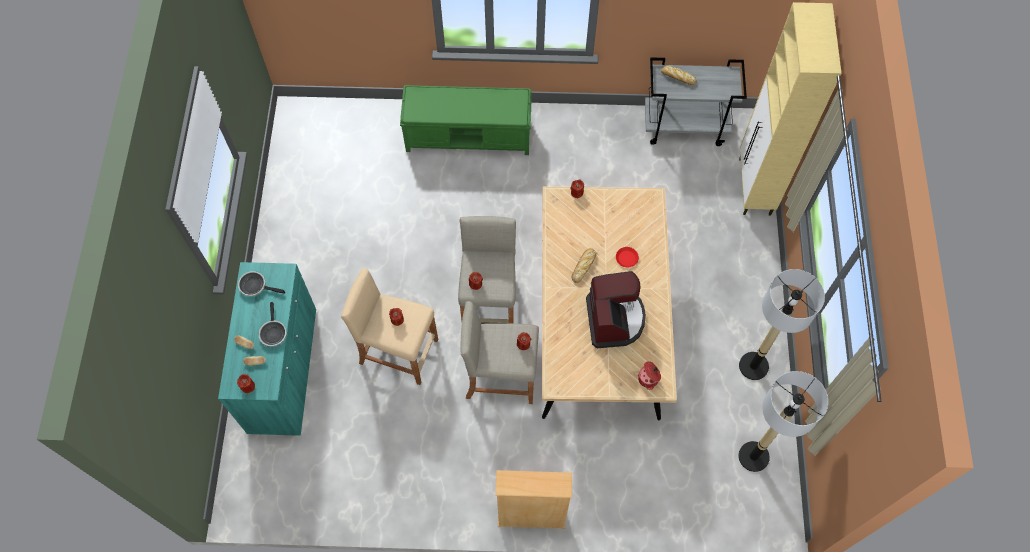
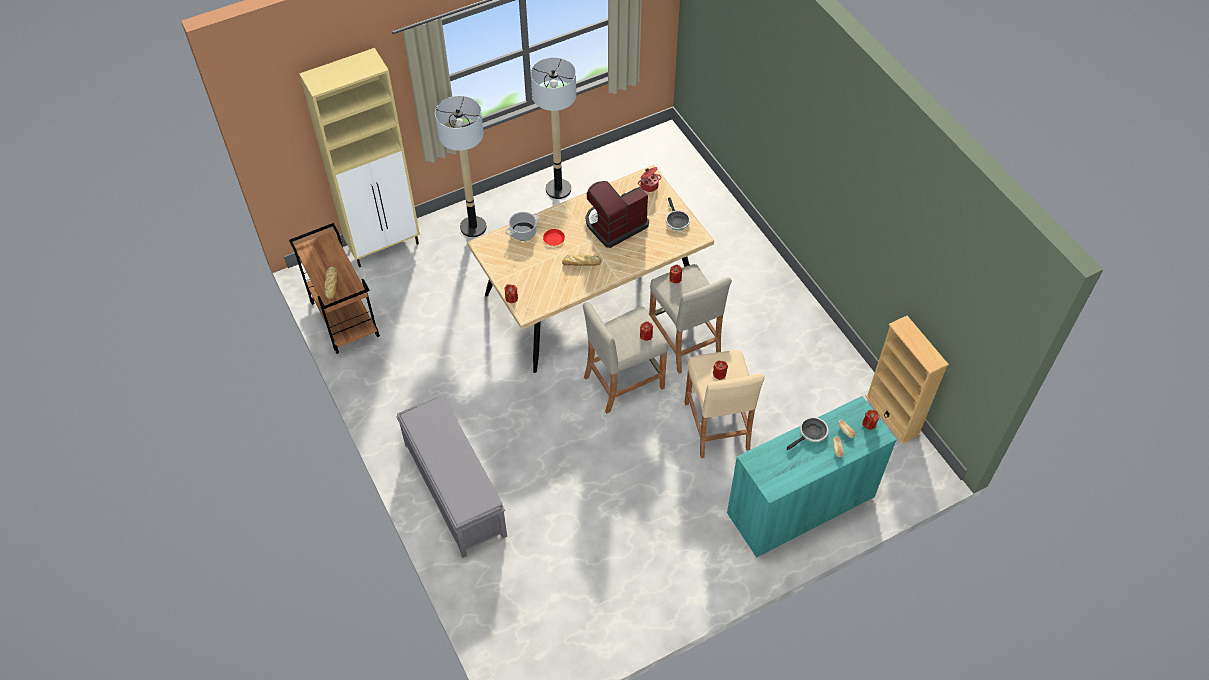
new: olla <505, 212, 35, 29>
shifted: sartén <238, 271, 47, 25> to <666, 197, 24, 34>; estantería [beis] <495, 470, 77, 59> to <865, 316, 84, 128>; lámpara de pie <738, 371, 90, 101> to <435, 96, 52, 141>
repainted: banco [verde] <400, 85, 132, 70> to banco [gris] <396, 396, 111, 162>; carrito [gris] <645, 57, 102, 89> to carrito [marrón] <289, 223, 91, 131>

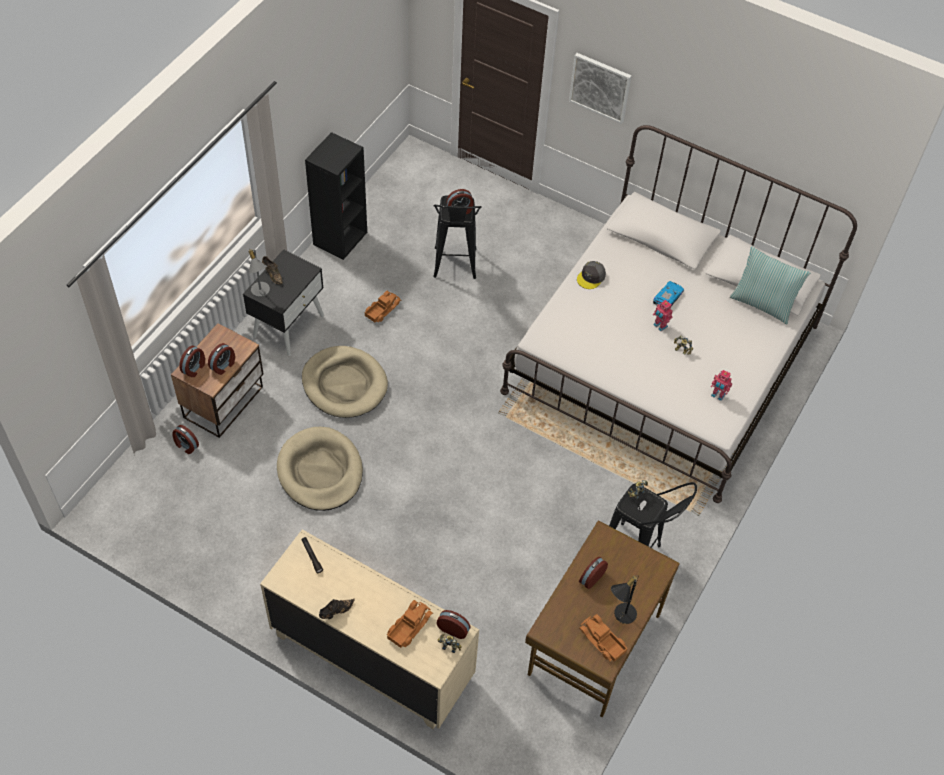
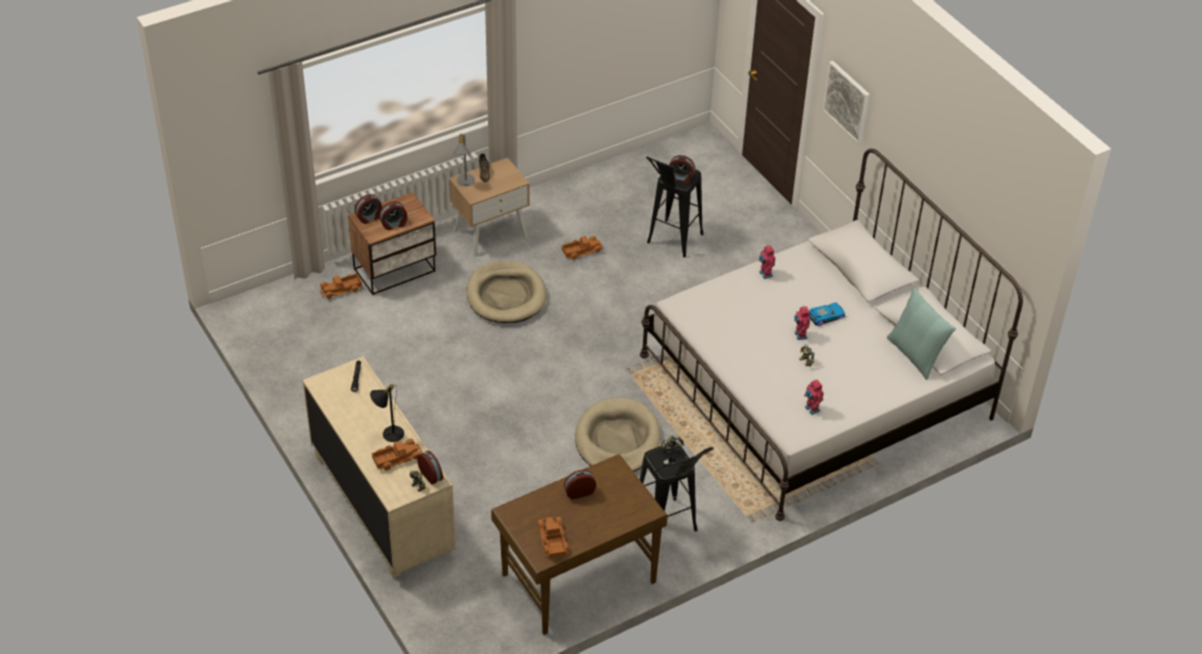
gone: estantería [negro] <305, 132, 62, 128>; zapato [negro] <319, 598, 36, 21>
shifted: cama para perro [beis] <277, 427, 86, 84> to <575, 398, 86, 74>; lámpara de mesa [negro] <611, 575, 27, 49> to <370, 384, 34, 58>
swapped: despertador <172, 425, 27, 29> to camión de juguete <319, 273, 43, 26>; gorra [gris] <577, 261, 29, 28> to robot de juguete <758, 245, 17, 34>
repainted: mesita de noche [negro] <243, 249, 81, 107> to mesita de noche [beis] <449, 157, 81, 100>

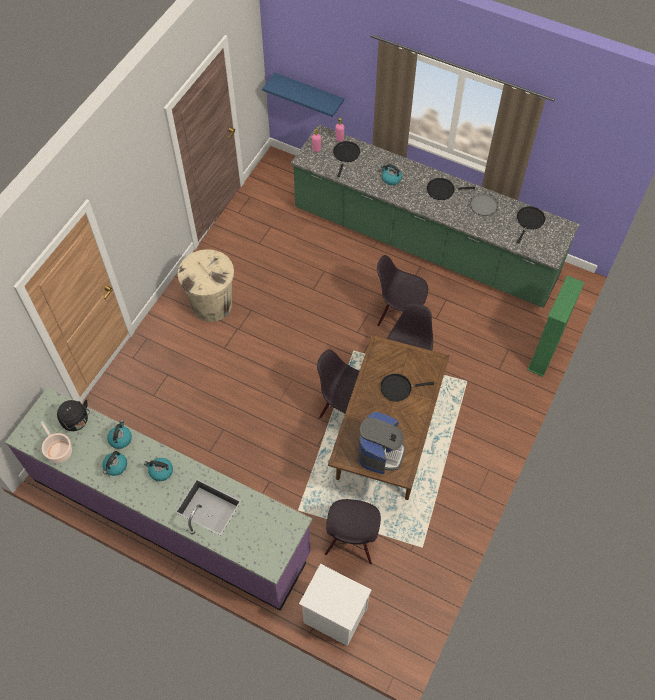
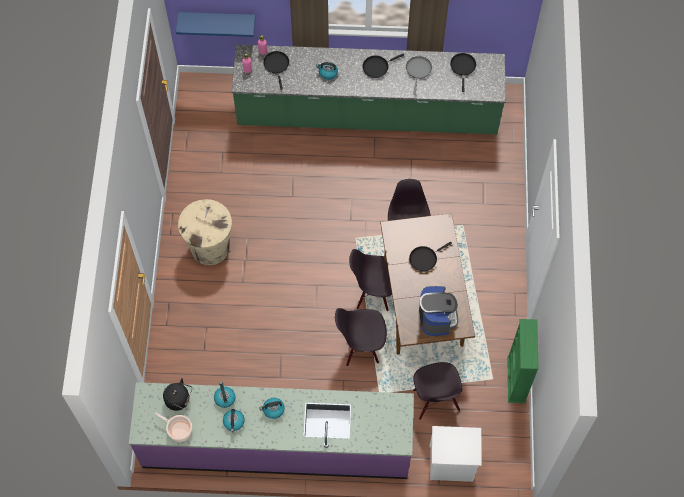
shifted: silla [negro] <377, 255, 51, 71> to <335, 308, 52, 59>; estantería [verde] <527, 276, 57, 101> to <507, 319, 32, 84>

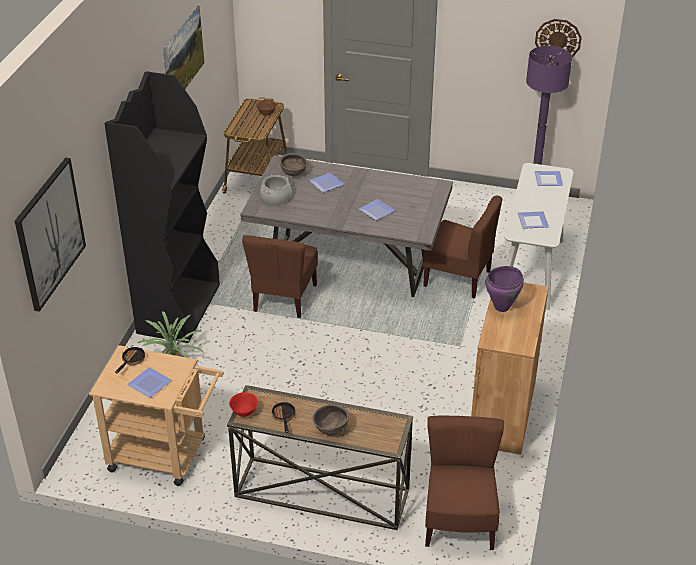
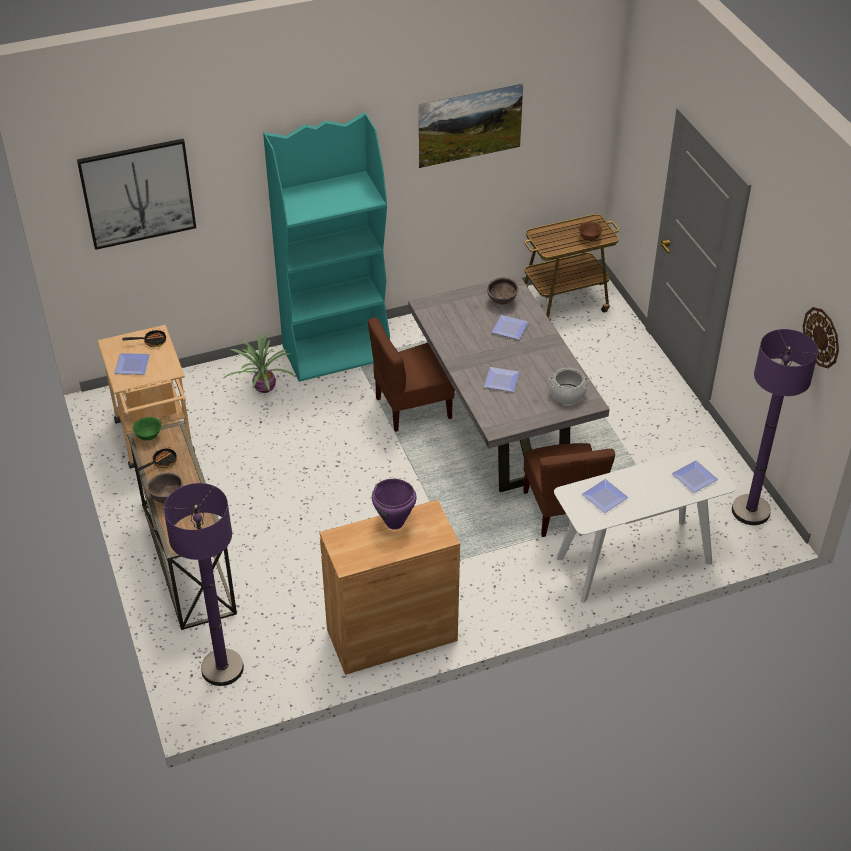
shifted: olla <261, 175, 30, 30> to <548, 368, 42, 37>
swapped: silla [marrón] <425, 416, 79, 134> to lámpara de pie [morado] <164, 483, 80, 203>
repainted: estantería [negro] <104, 71, 116, 272> to estantería [turquesa] <263, 112, 127, 270>; cuenco [rojo] <229, 392, 29, 25> to cuenco [verde] <132, 417, 30, 24>

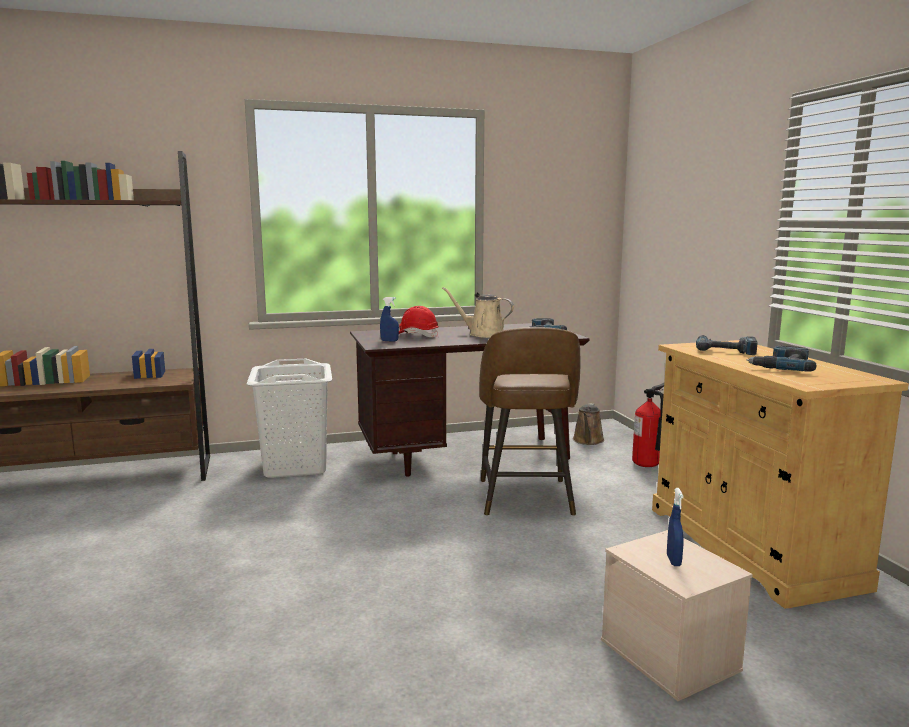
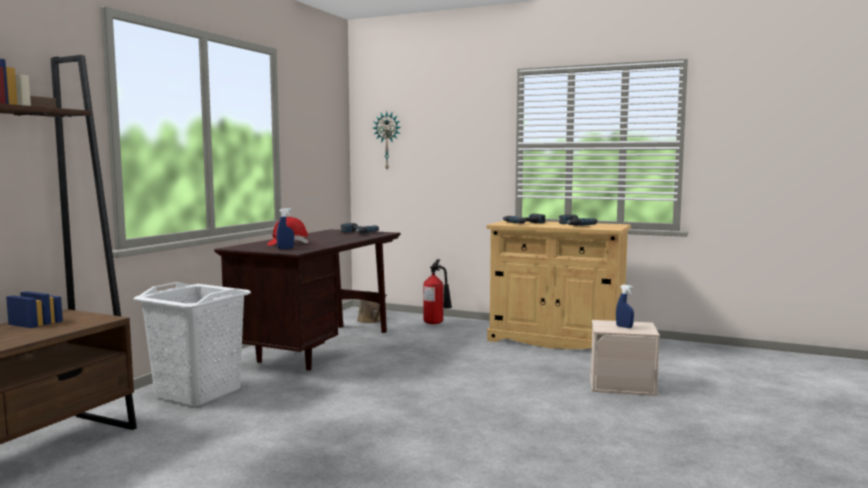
gone: regadera [beis] <442, 287, 72, 51>; taburete [marrón] <479, 327, 101, 189>
new: reloj de pared <373, 111, 28, 58>

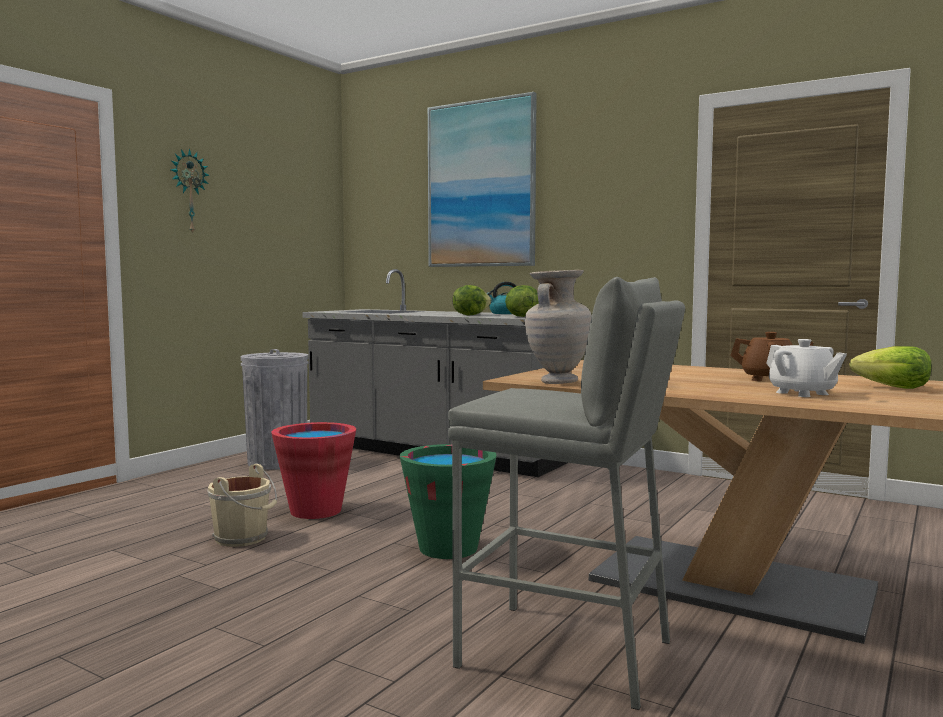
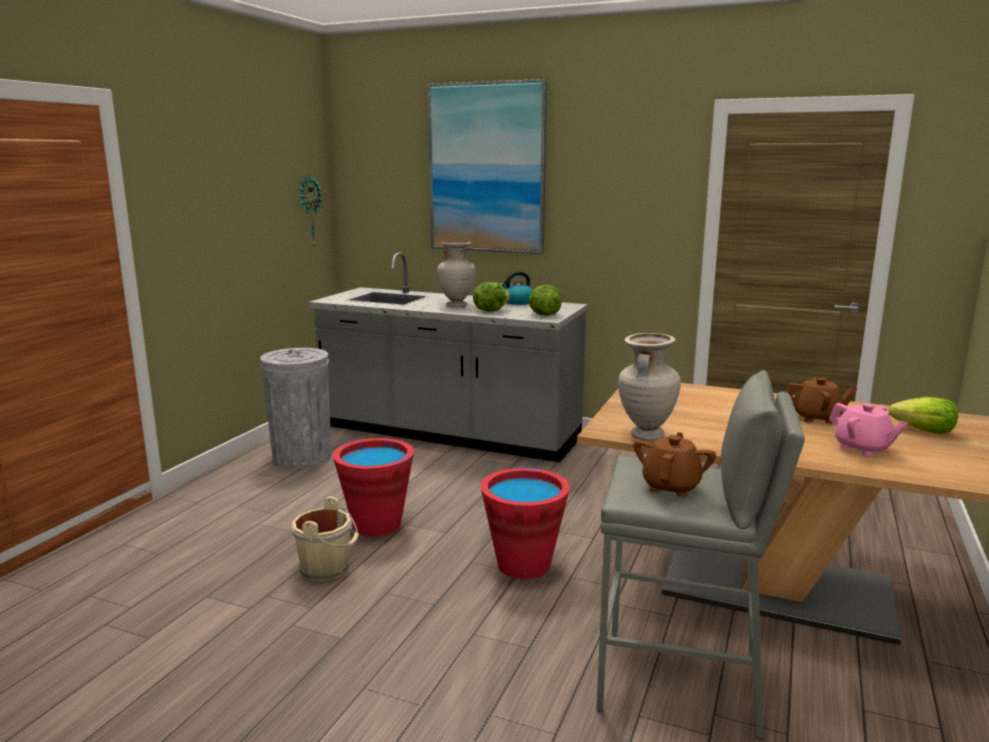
new: florero [beis] <437, 242, 39, 65>; tetera [marrón] <633, 432, 83, 65>
shifted: reloj de pared <170, 148, 39, 87> to <298, 174, 25, 75>
repainted: cubo [verde] <400, 444, 97, 115> to cubo [rojo] <481, 468, 89, 111>; tetera [blanco] <766, 339, 81, 58> to tetera [rosa] <829, 403, 79, 53>

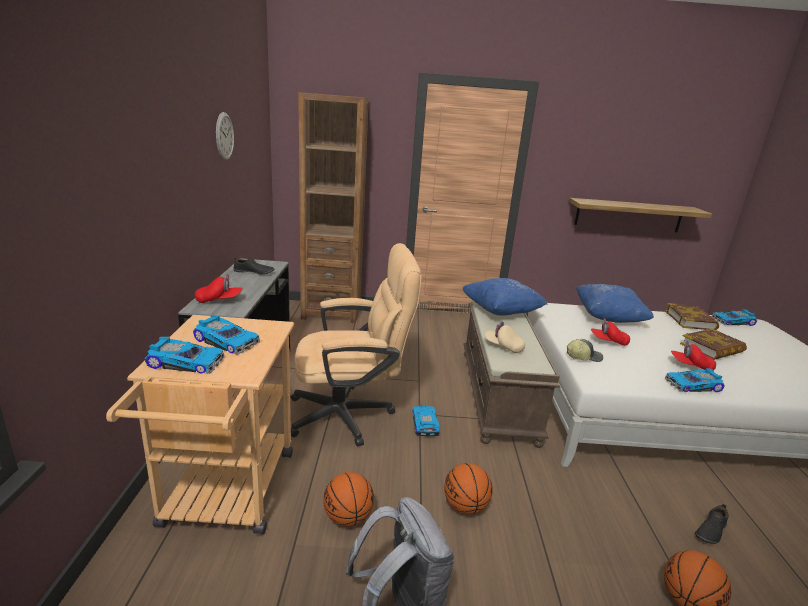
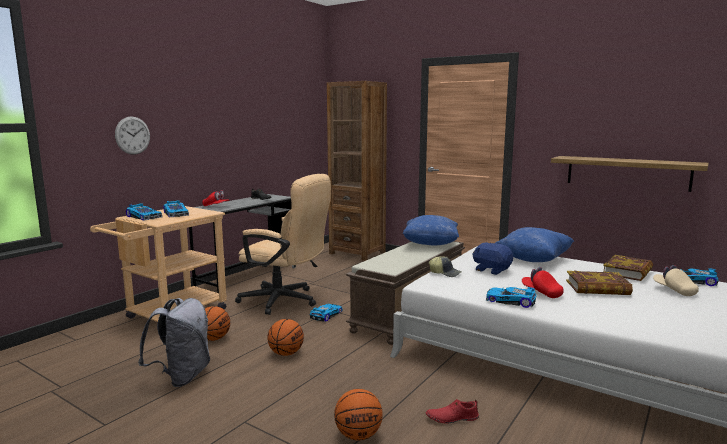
shifted: reloj de pared <216, 112, 18, 48> to <115, 116, 35, 39>; gorra [beis] <485, 321, 40, 32> to <653, 265, 46, 31>
swapped: gorra [rojo] <591, 318, 39, 28> to peluche [azul] <472, 243, 41, 32>
repainted: zapato [negro] <695, 504, 34, 40> to zapato [rojo] <426, 399, 53, 25>

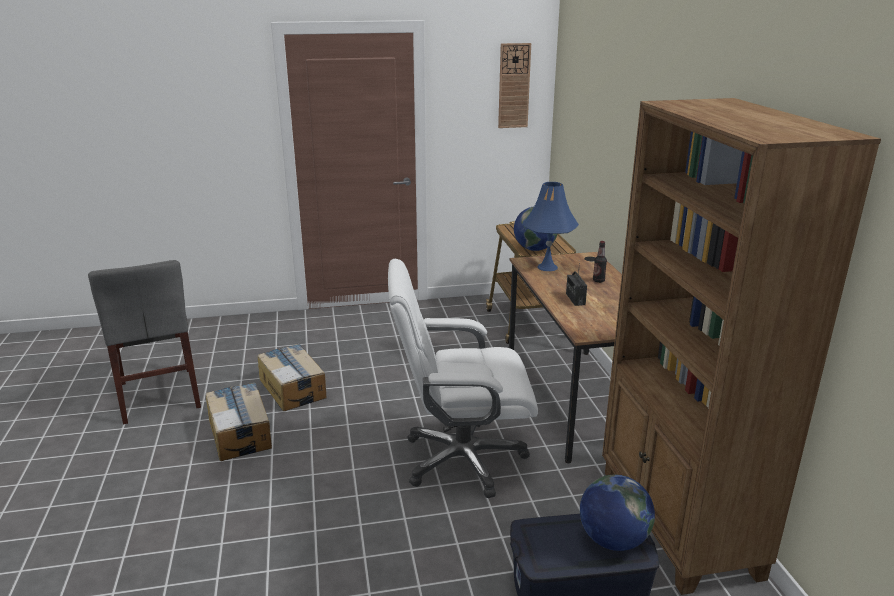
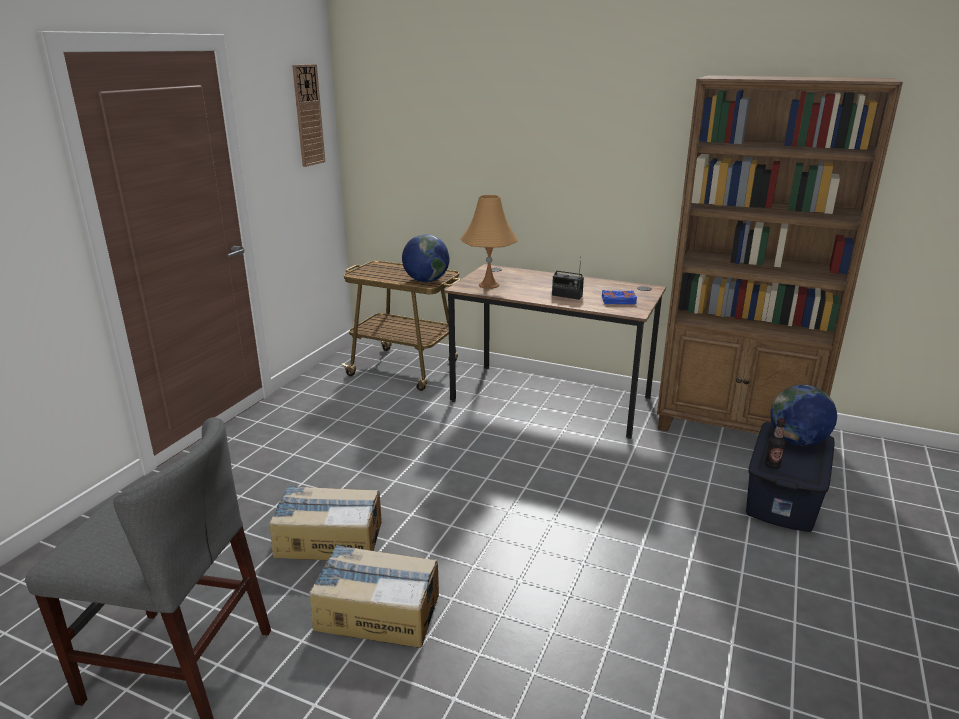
gone: silla de oficina [blanco] <388, 259, 150, 239>
new: libro [azul] <602, 290, 35, 14>
shifted: botella <593, 241, 14, 42> to <765, 418, 20, 51>
repainted: lámpara de mesa [azul] <522, 182, 57, 89> to lámpara de mesa [naranja] <460, 195, 59, 94>

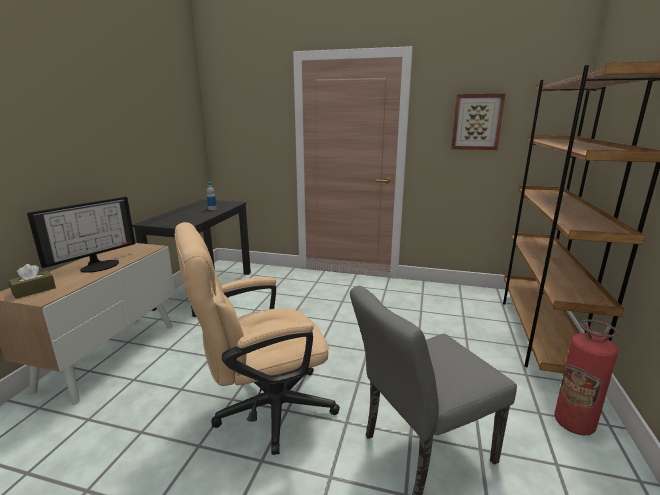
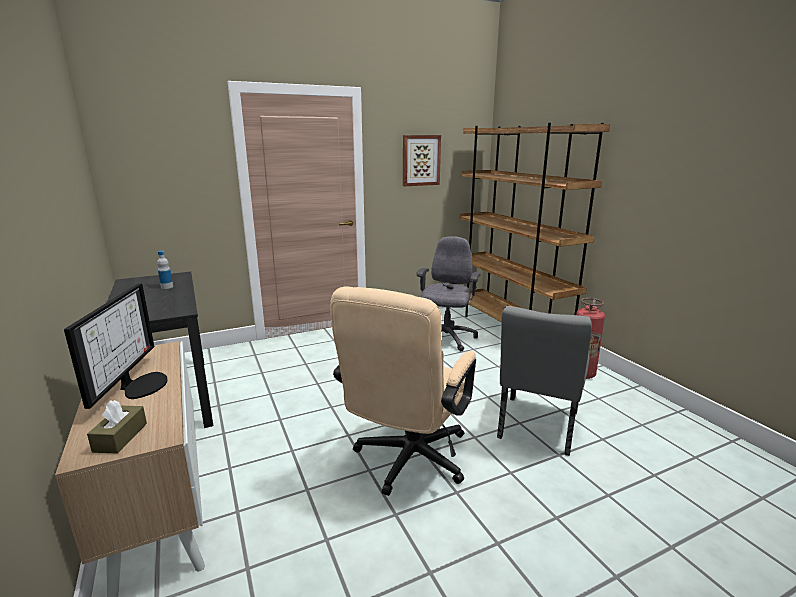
new: silla de oficina [gris] <416, 236, 65, 115>

